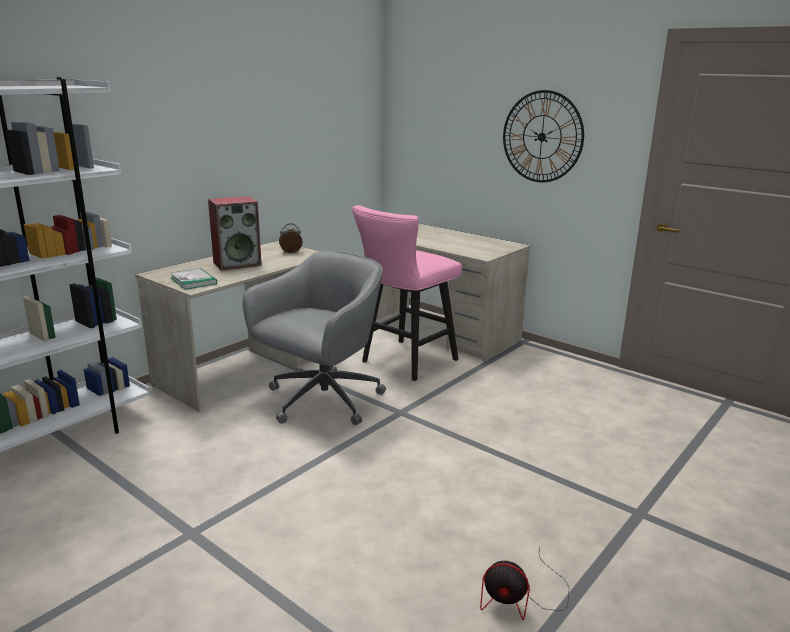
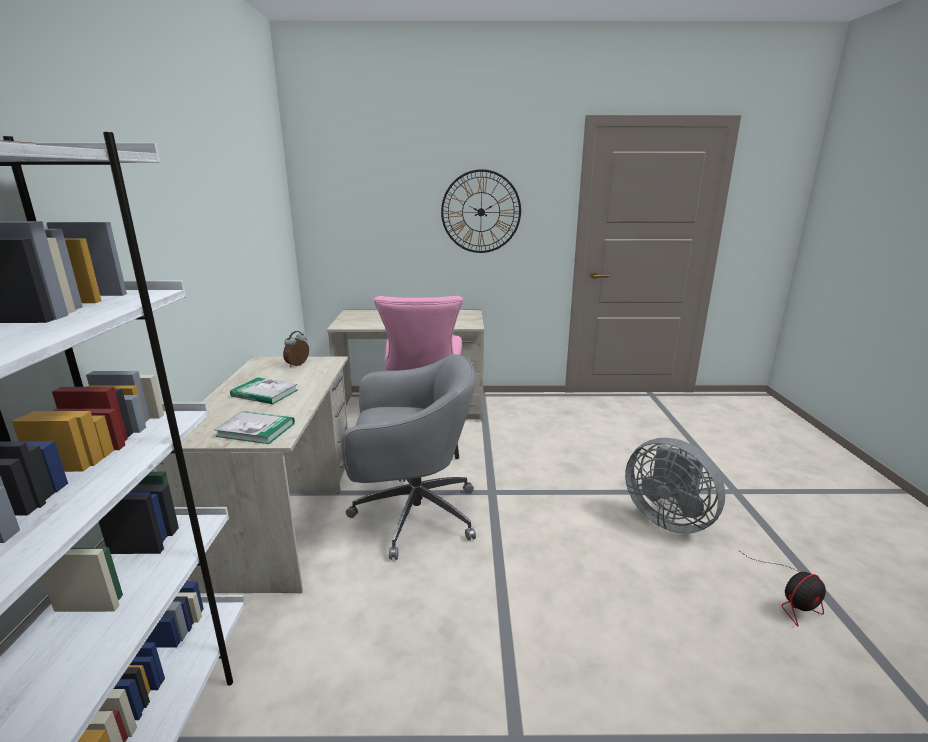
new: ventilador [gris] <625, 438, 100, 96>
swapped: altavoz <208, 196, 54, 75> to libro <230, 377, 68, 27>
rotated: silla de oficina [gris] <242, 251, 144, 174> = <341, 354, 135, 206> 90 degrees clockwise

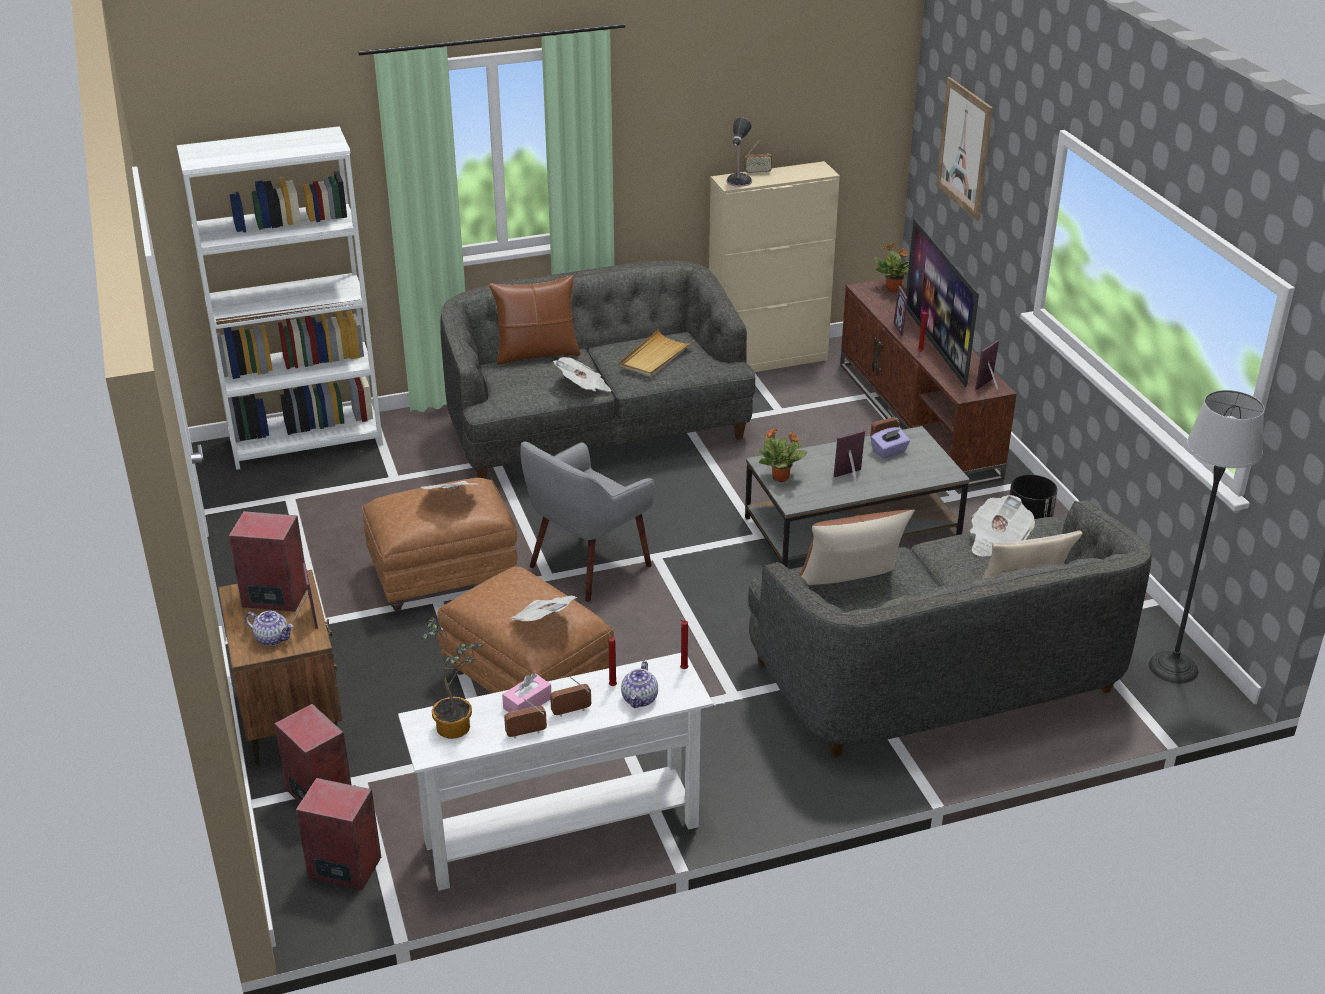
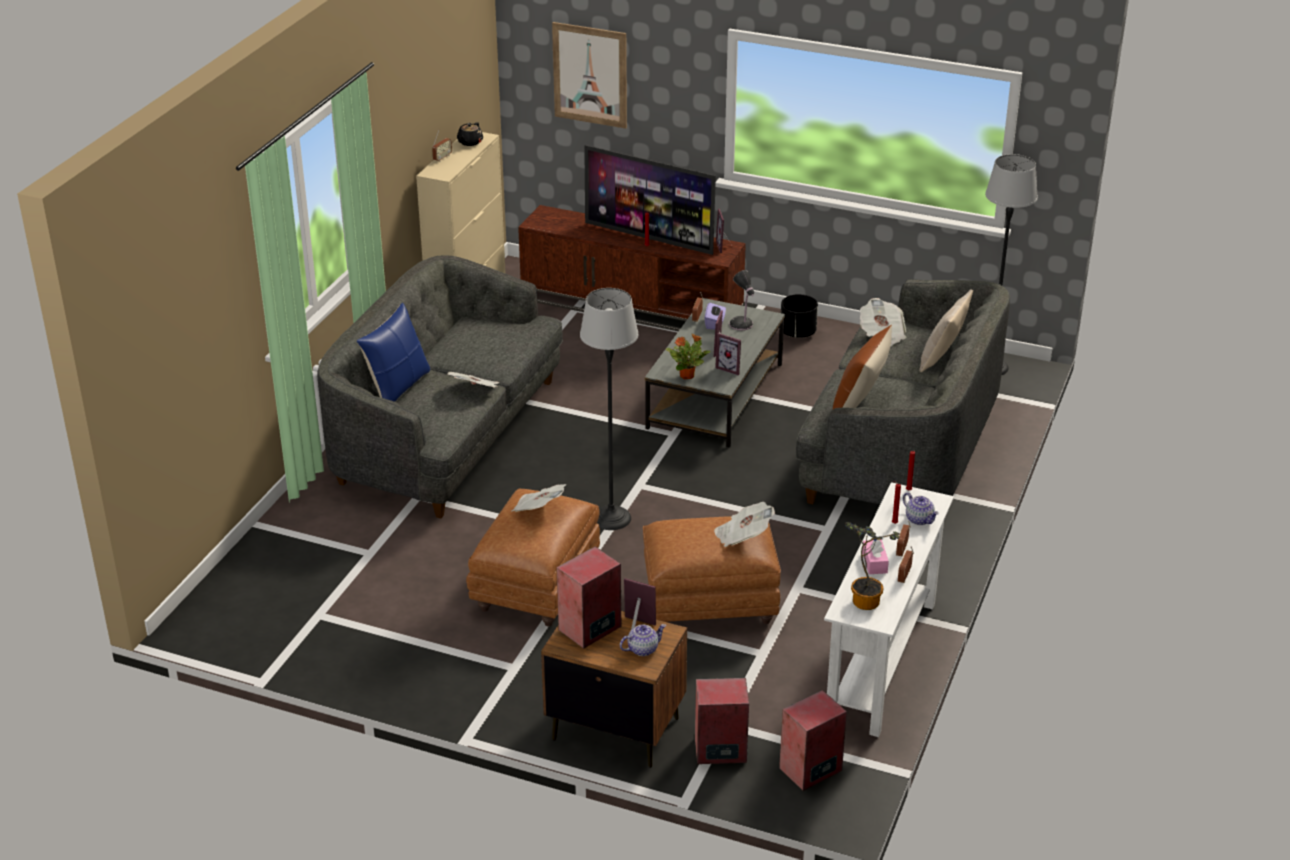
gone: estantería [blanco] <177, 126, 206, 344>; bandeja [beis] <619, 330, 75, 47>; planta en maceta <874, 243, 35, 49>
new: tetera [negro] <457, 122, 26, 24>
shifted: lámpara de mesa <726, 117, 26, 70> to <729, 270, 25, 61>; portarretratos <894, 286, 15, 50> to <715, 333, 26, 43>
swapped: sillón [gris] <520, 442, 135, 160> to lámpara de pie <580, 288, 58, 242>
repainted: cojín [marrón] <489, 275, 92, 90> to cojín [azul] <357, 303, 73, 99>

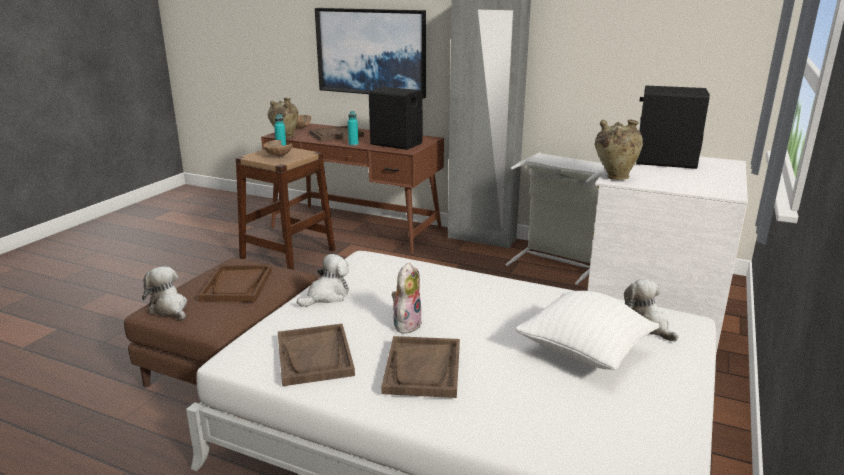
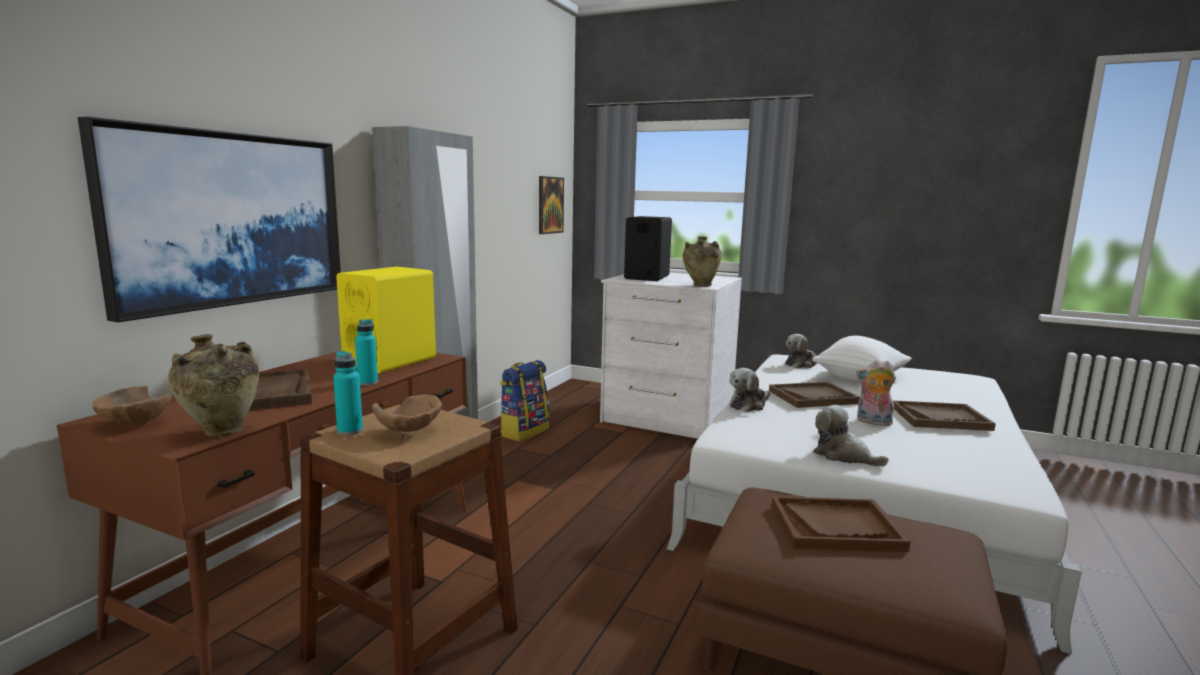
new: cuadro <539, 176, 25, 58>
shifted: peluche <142, 266, 45, 54> to <729, 368, 42, 44>; bandeja [marrón] <278, 324, 77, 62> to <769, 382, 91, 26>
swapped: cesto de la ropa [gris] <505, 152, 100, 133> to mochila <500, 360, 49, 81>
repainted: altavoz [negro] <369, 87, 54, 63> to altavoz [amarillo] <336, 267, 100, 107>

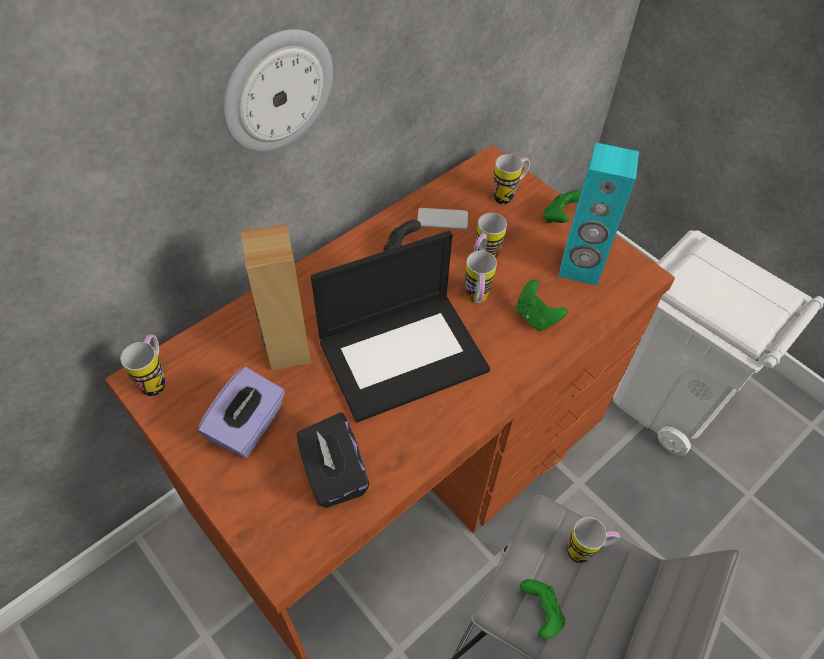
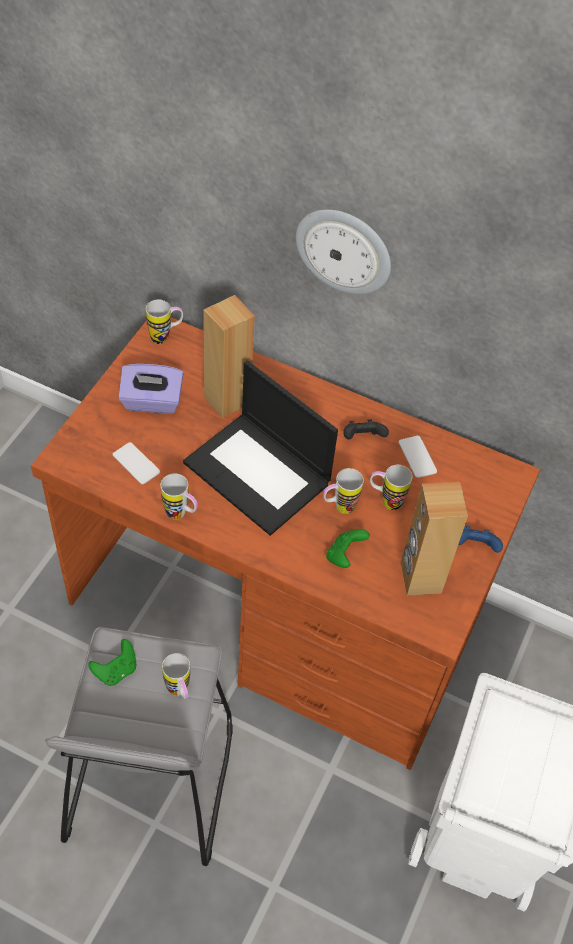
shifted: taza grande <493, 154, 37, 51> to <160, 473, 38, 47>
swapped: caja de pañuelos [negro] <297, 412, 72, 96> to móvil <113, 442, 47, 42>
repainted: mando de consola [verde] <543, 190, 38, 33> to mando de consola [azul] <458, 525, 45, 28>; altavoz [turquesa] <558, 142, 81, 144> to altavoz [marrón] <401, 482, 67, 114>

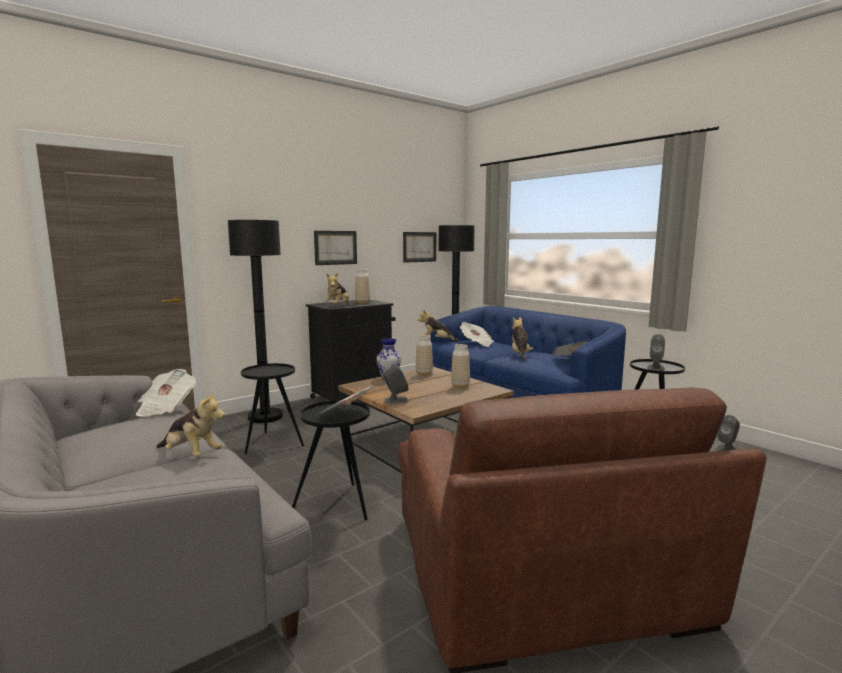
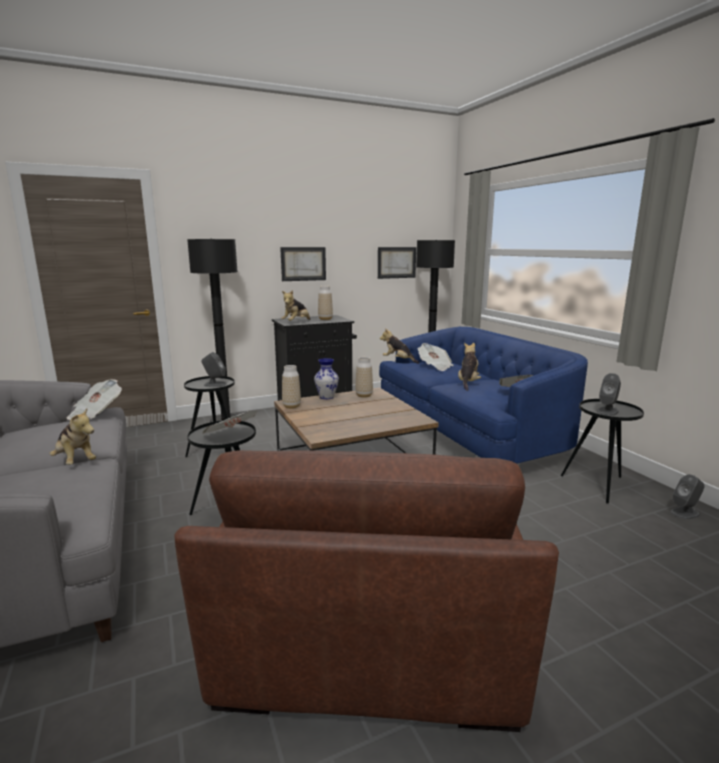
shifted: altavoz [gris] <383, 364, 26, 40> to <201, 352, 26, 35>; florero <451, 344, 19, 44> to <282, 365, 19, 44>

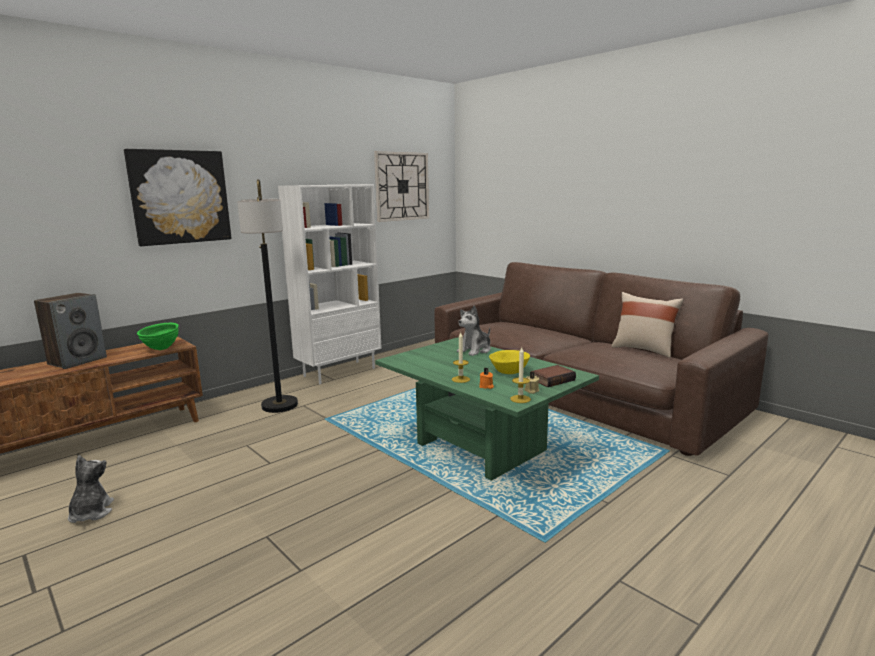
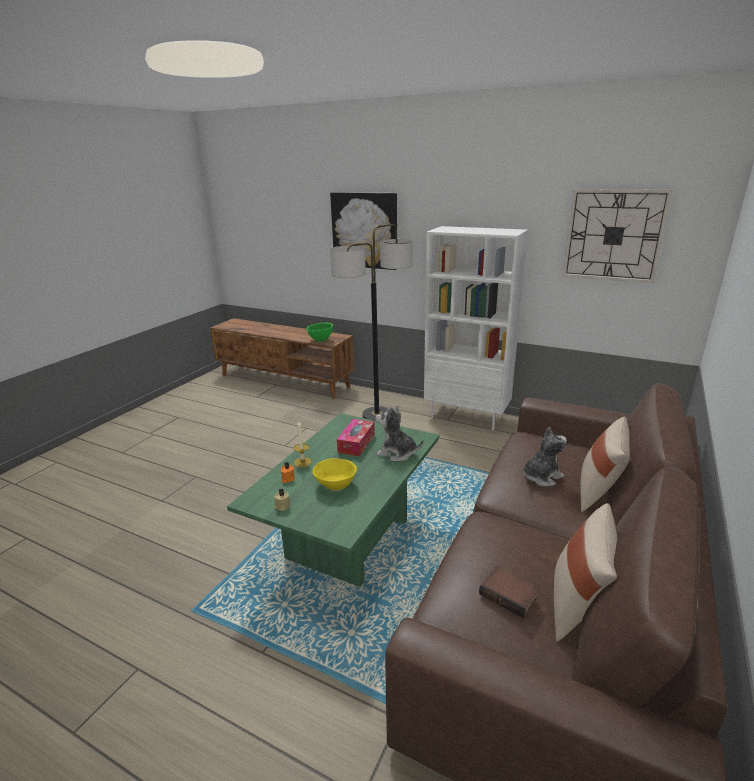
gone: altavoz <34, 293, 73, 76>; vela <510, 347, 21, 56>
new: caja de pañuelos <337, 419, 38, 37>; cojín [beis] <580, 417, 50, 95>
shifted: peluche <68, 455, 46, 68> to <523, 427, 44, 60>; libro <531, 365, 45, 22> to <479, 566, 60, 52>

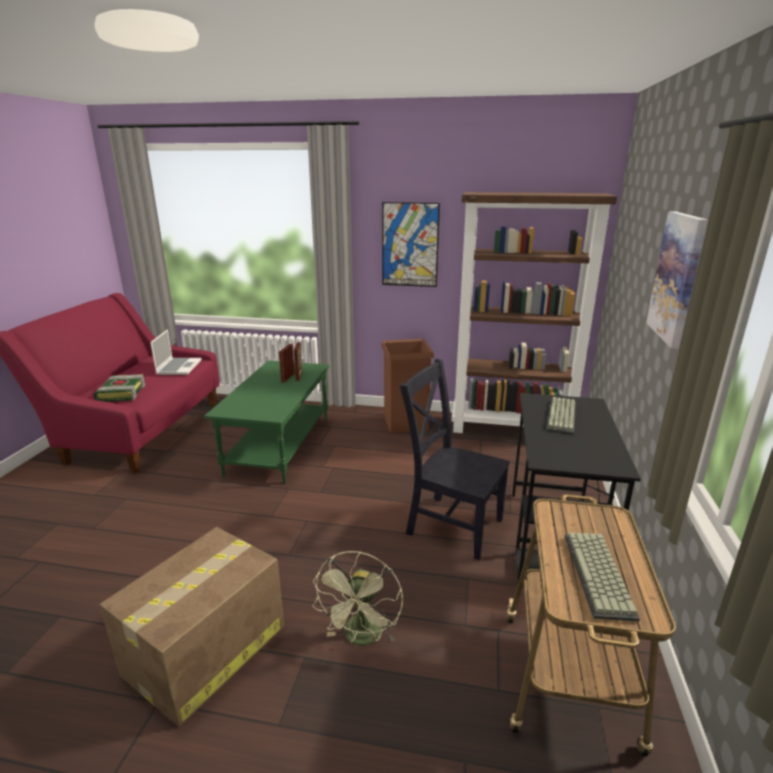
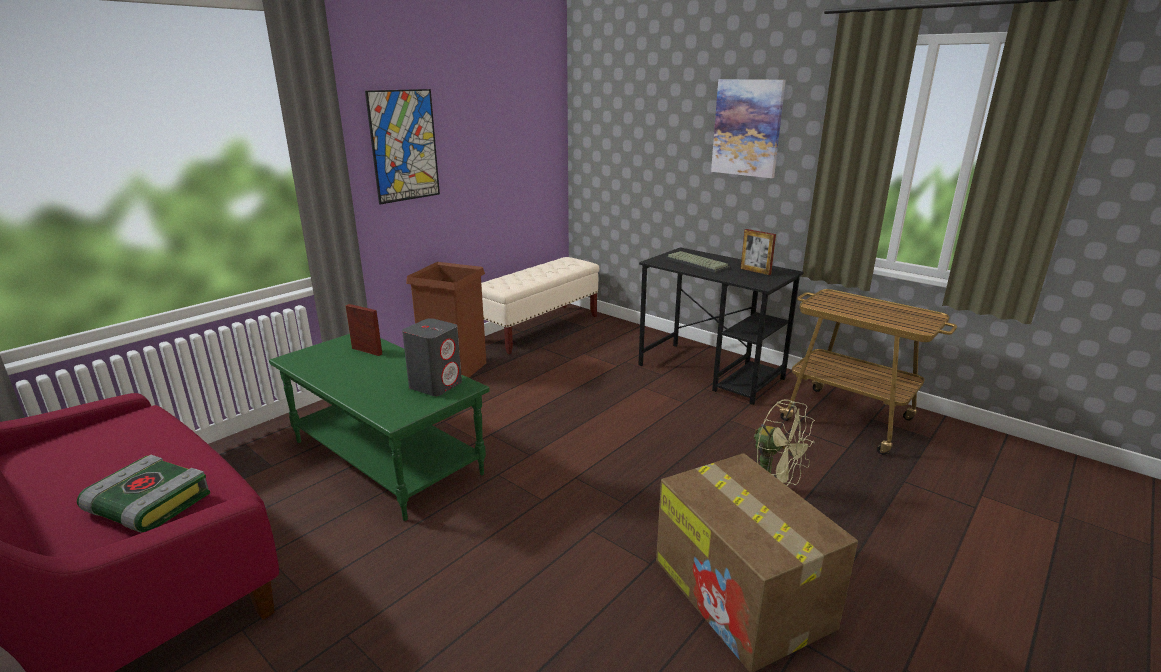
gone: portátil <150, 329, 52, 46>; silla [negro] <400, 358, 110, 202>; teclado <565, 532, 75, 89>
new: altavoz [gris] <402, 318, 60, 78>
shifted: portarretratos <279, 344, 16, 39> to <741, 229, 35, 46>
swapped: estantería [marrón] <452, 192, 165, 241> to banco [beis] <481, 257, 119, 97>

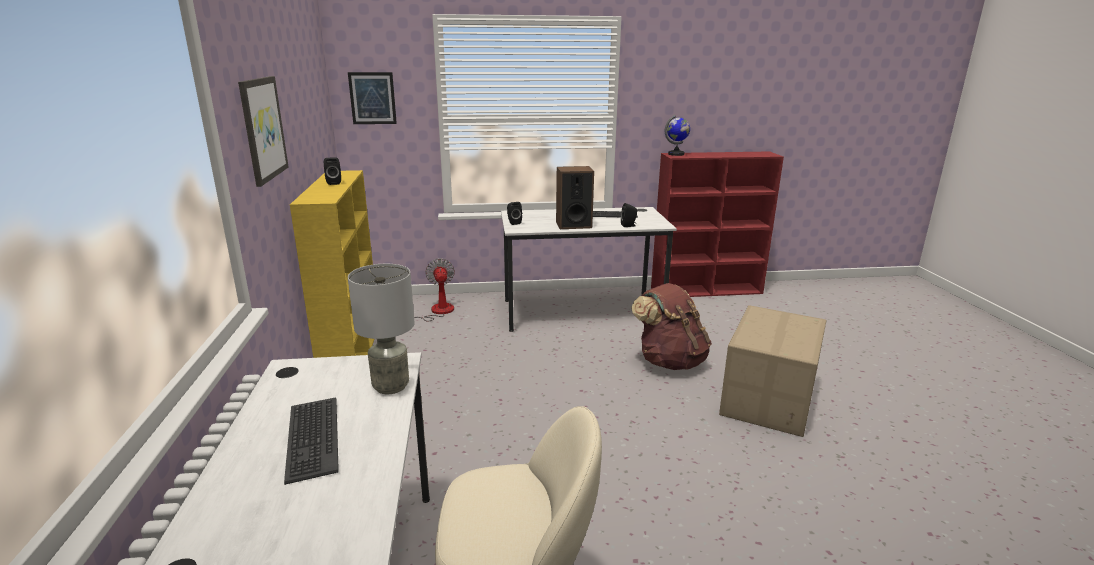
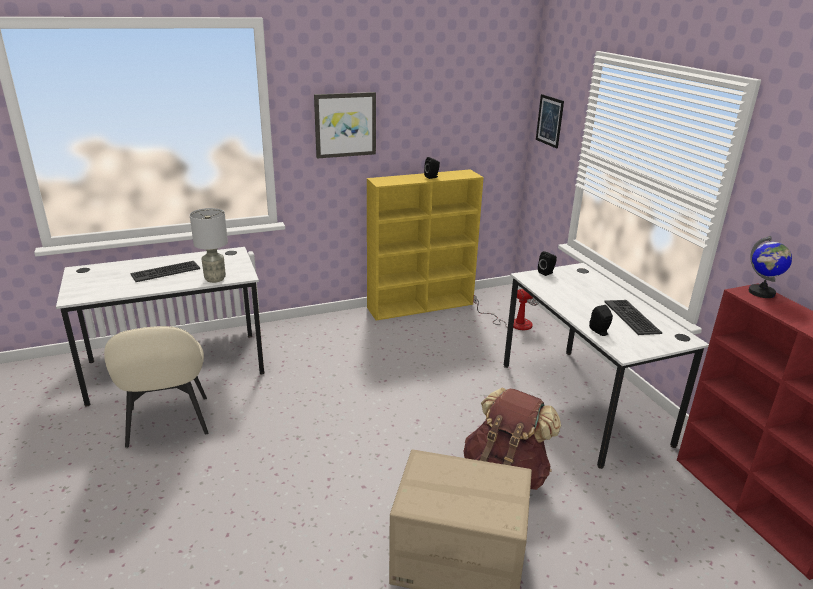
gone: altavoz <556, 166, 38, 63>

